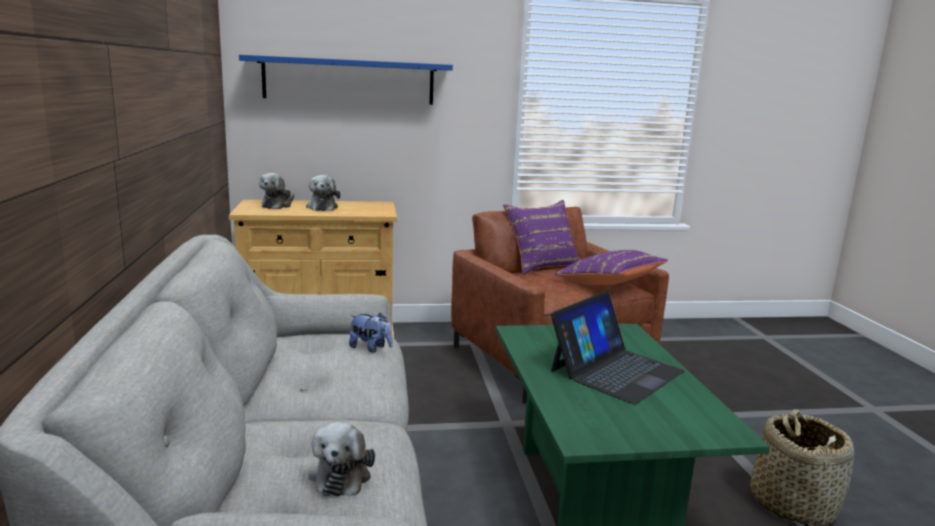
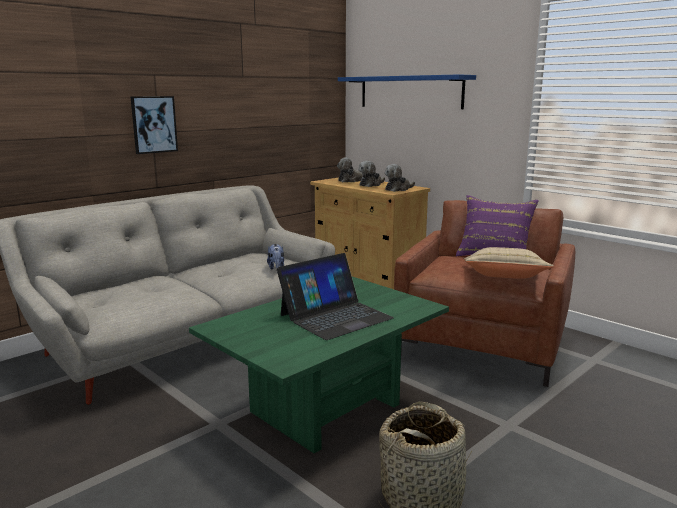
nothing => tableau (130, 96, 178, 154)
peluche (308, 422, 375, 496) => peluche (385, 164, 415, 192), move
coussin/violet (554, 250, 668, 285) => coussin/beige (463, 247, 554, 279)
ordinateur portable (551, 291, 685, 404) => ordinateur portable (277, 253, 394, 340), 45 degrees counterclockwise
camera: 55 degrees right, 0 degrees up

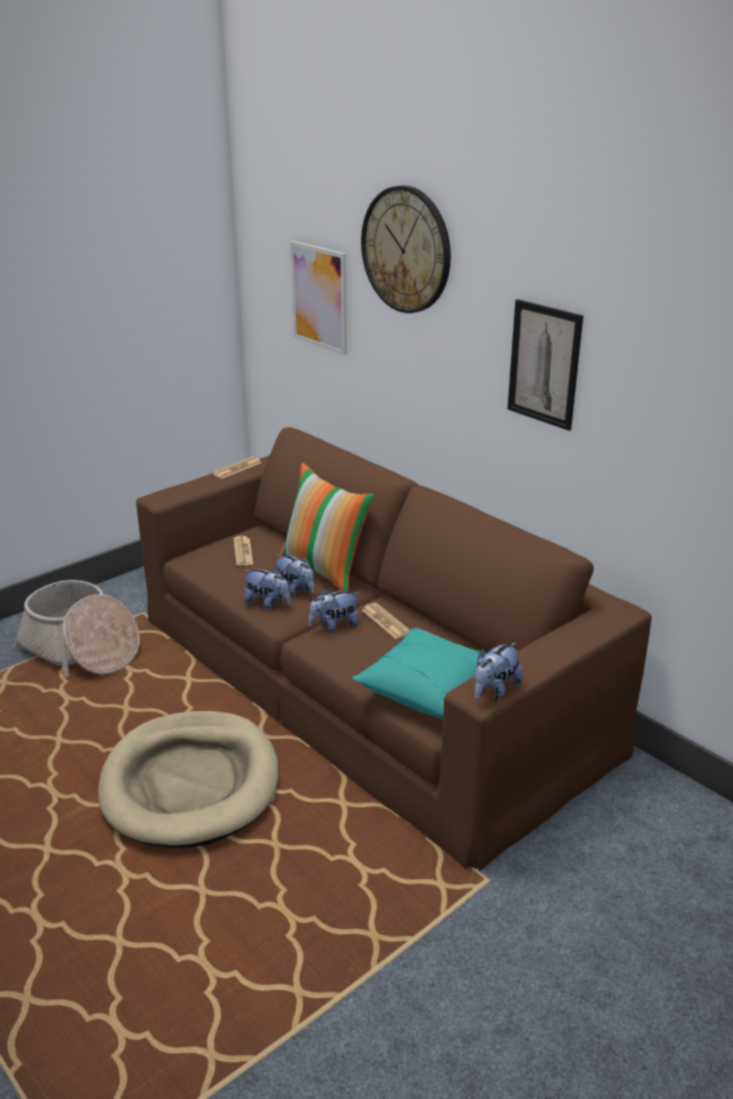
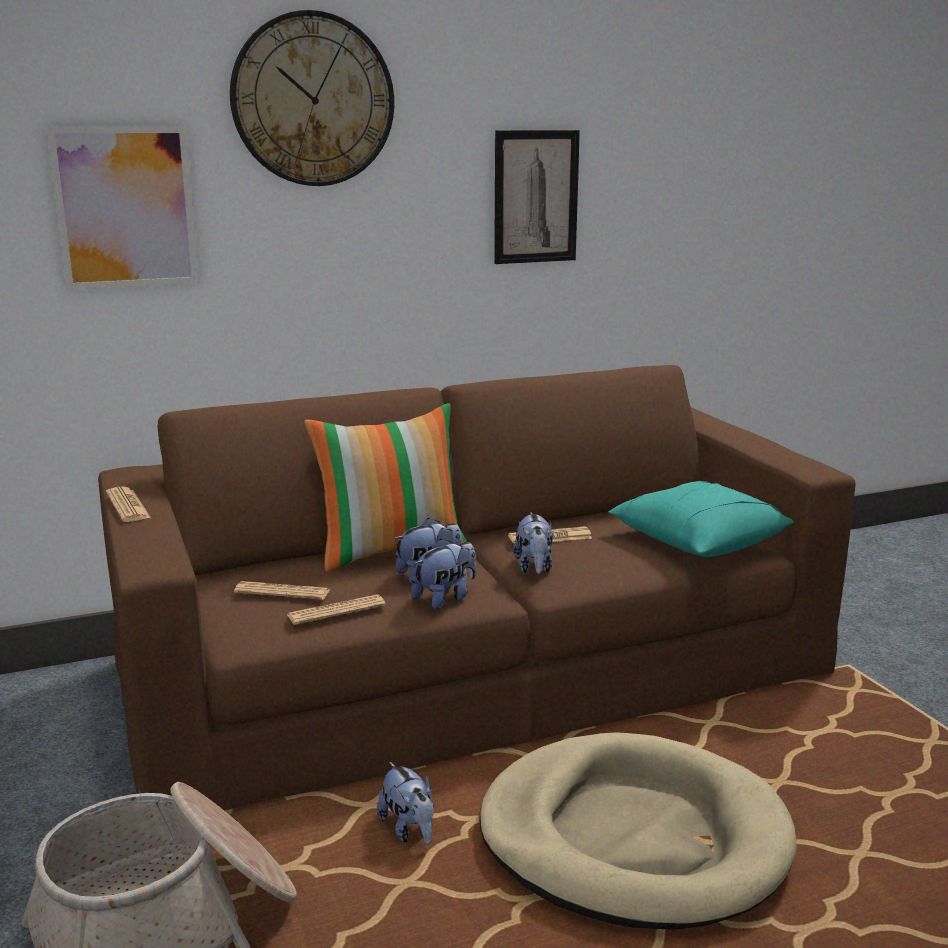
nothing => journal (287, 594, 386, 625)
peluche (475, 642, 523, 701) => peluche (377, 762, 434, 845), move
camera: 70 degrees left, 10 degrees down

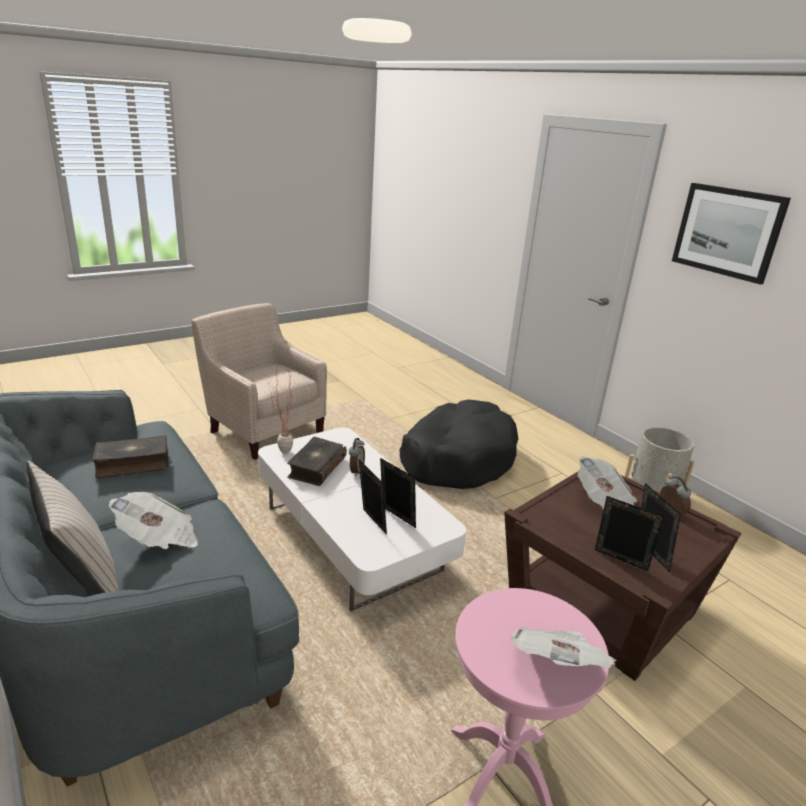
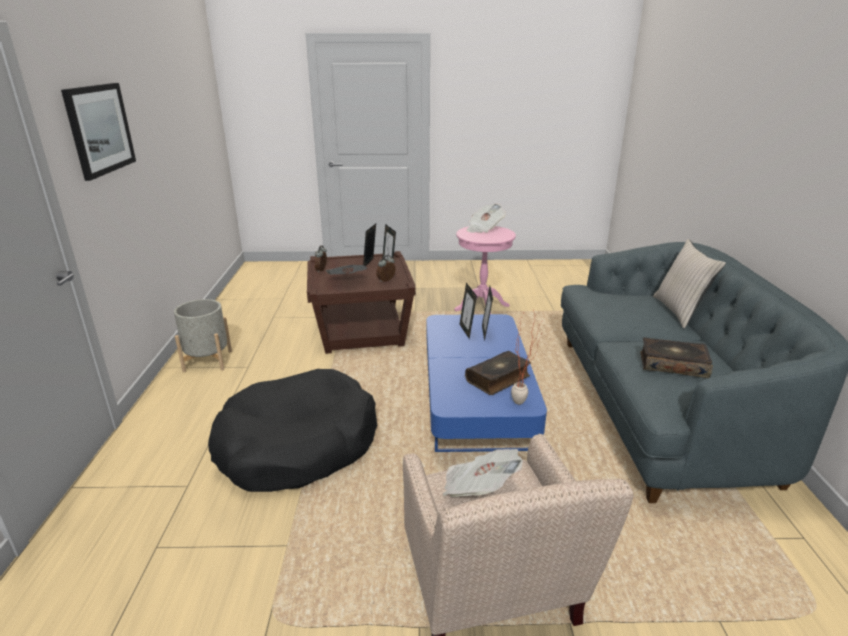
journal (109, 492, 198, 549) => journal (443, 449, 523, 497), move
réveil (349, 438, 365, 476) => réveil (376, 255, 396, 282), move
table basse/blanc (258, 427, 466, 611) => table basse/bleu (427, 314, 547, 452)
camera: 145 degrees left, 0 degrees up

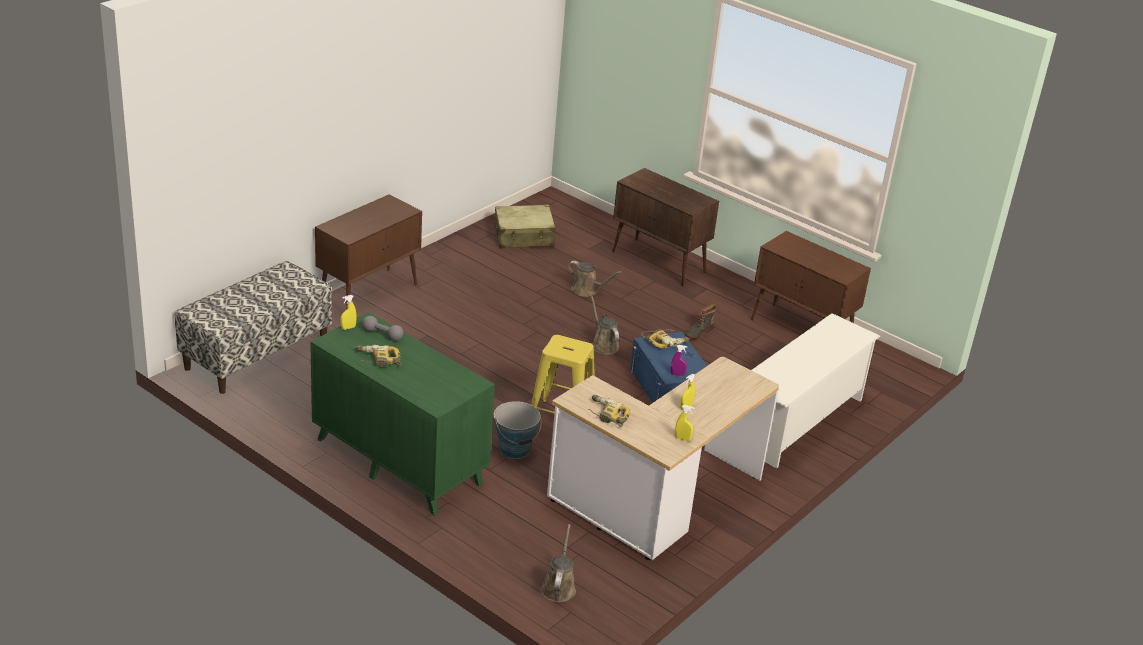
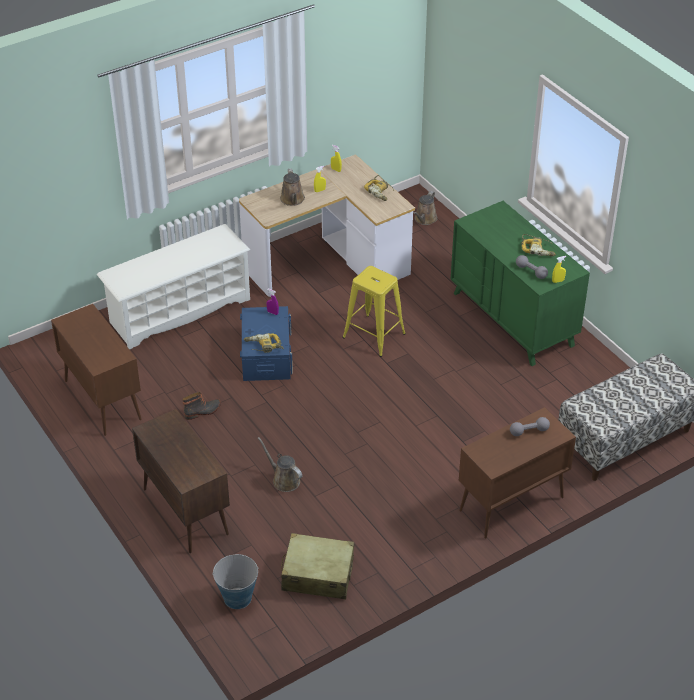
nothing => haltère/gris (510, 417, 550, 436)
seau (494, 401, 541, 459) => seau (212, 554, 259, 609), move
arrosoir/marron (591, 296, 619, 355) => arrosoir/marron (280, 168, 305, 206), move
camera: 160 degrees left, 10 degrees up

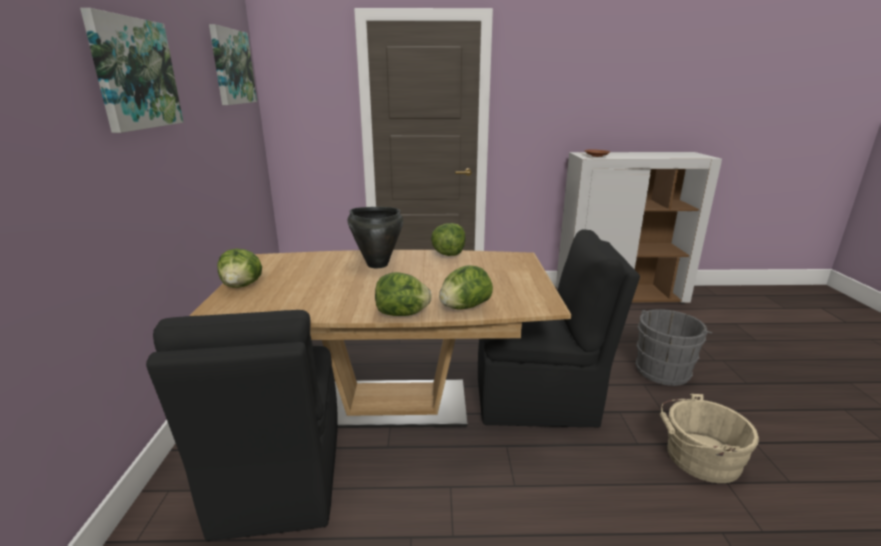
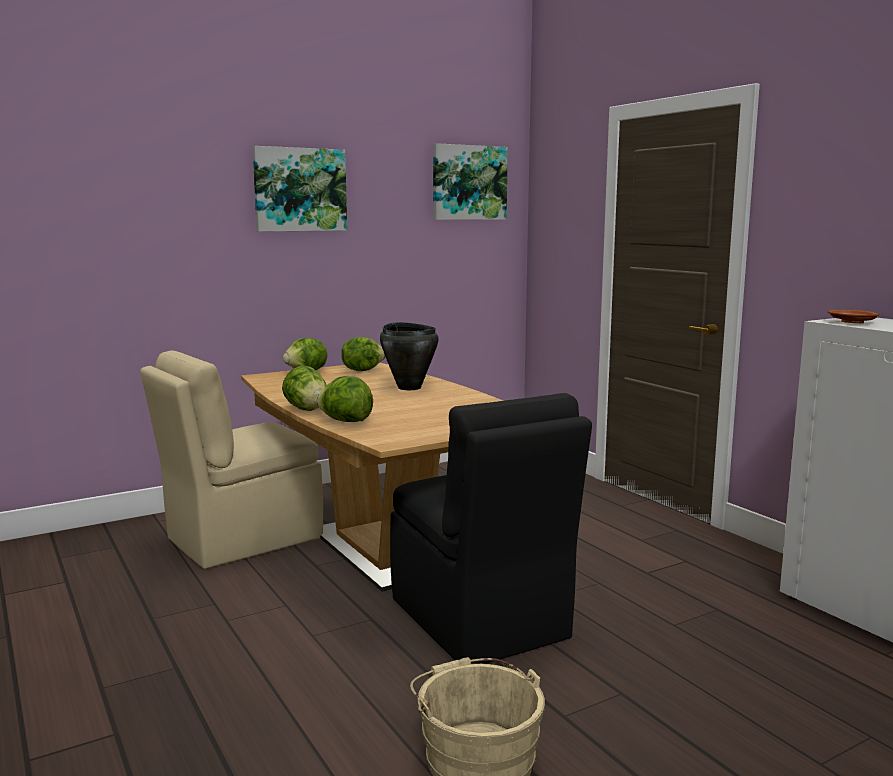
seau/gris (635, 309, 712, 386) => nothing
laitue (431, 223, 466, 256) => laitue (341, 337, 385, 371), move
chaise/noir (146, 310, 338, 541) => chaise/beige (140, 350, 323, 569)
camera: 60 degrees right, 10 degrees down

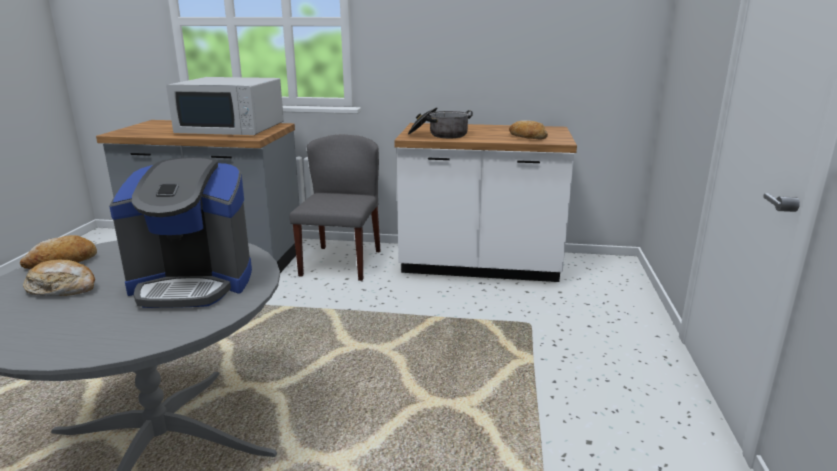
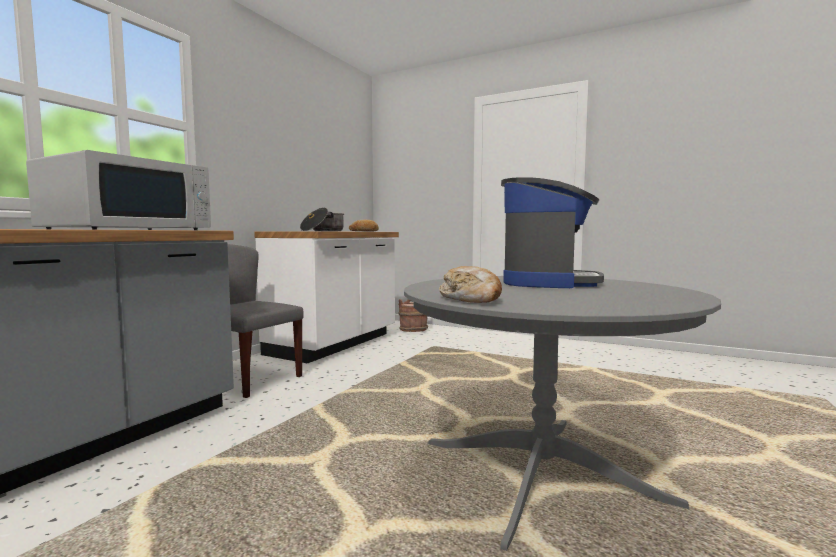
pain (23, 259, 95, 296) => nothing
nothing => seau/marron (398, 299, 428, 332)
camera: 70 degrees left, 15 degrees down

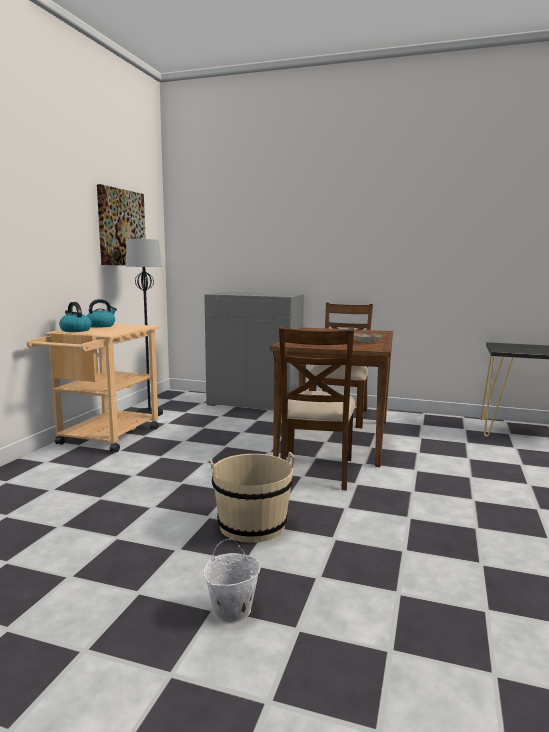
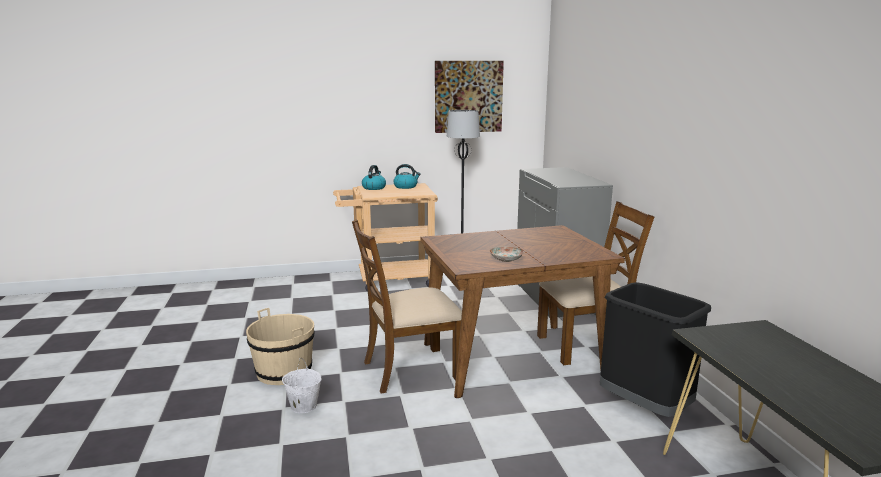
nothing => poubelle/noir (600, 282, 711, 417)
seau/blanc (204, 538, 261, 623) => seau/blanc (282, 358, 321, 413), move
camera: 60 degrees right, 5 degrees up

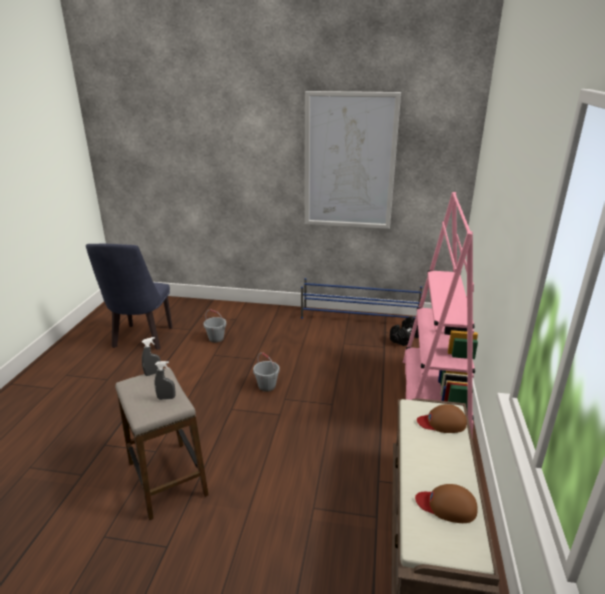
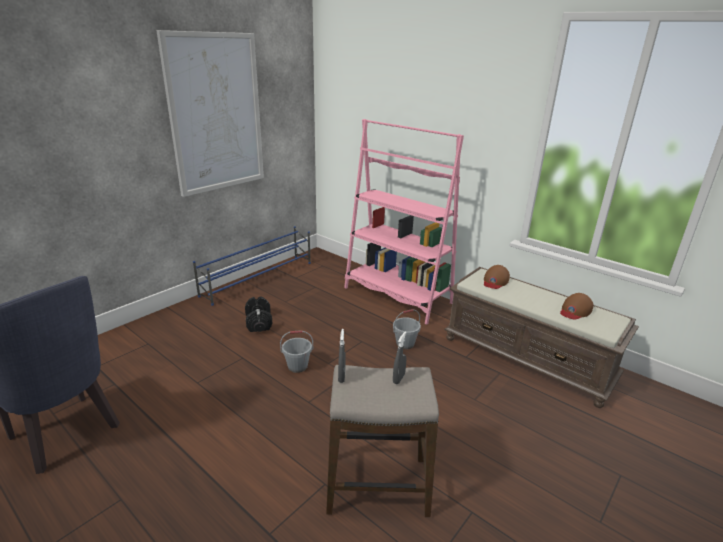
seau/gris (204, 309, 226, 343) => seau/gris (393, 309, 421, 349), move
haltère/noir (390, 316, 419, 346) => haltère/noir (245, 296, 272, 332), move
camera: 60 degrees left, 0 degrees up

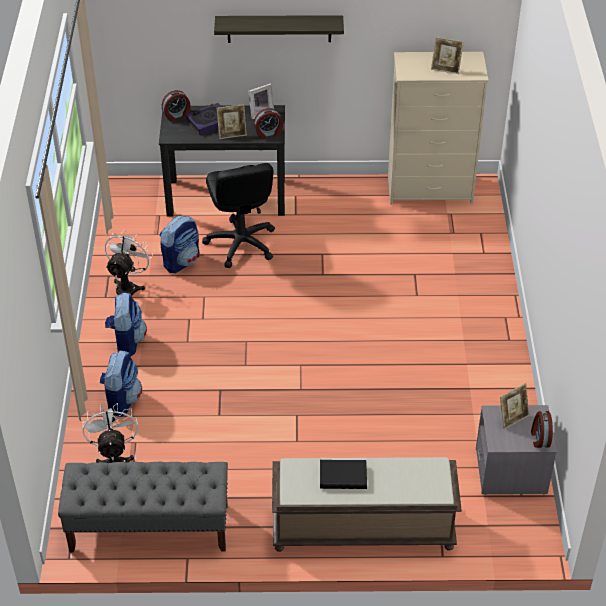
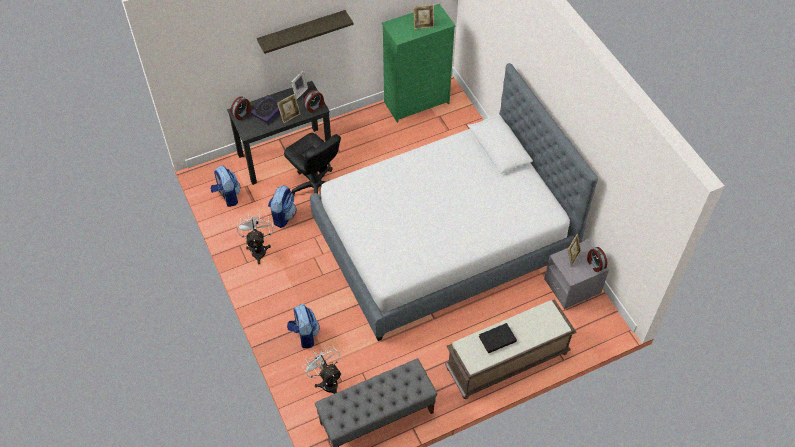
nothing => lit (310, 63, 598, 341)
sac à dos (105, 292, 147, 357) => sac à dos (211, 166, 241, 207), move
commode/beige (388, 52, 489, 205) => commode/vert (382, 4, 456, 123)
camera: 25 degrees left, 10 degrees up

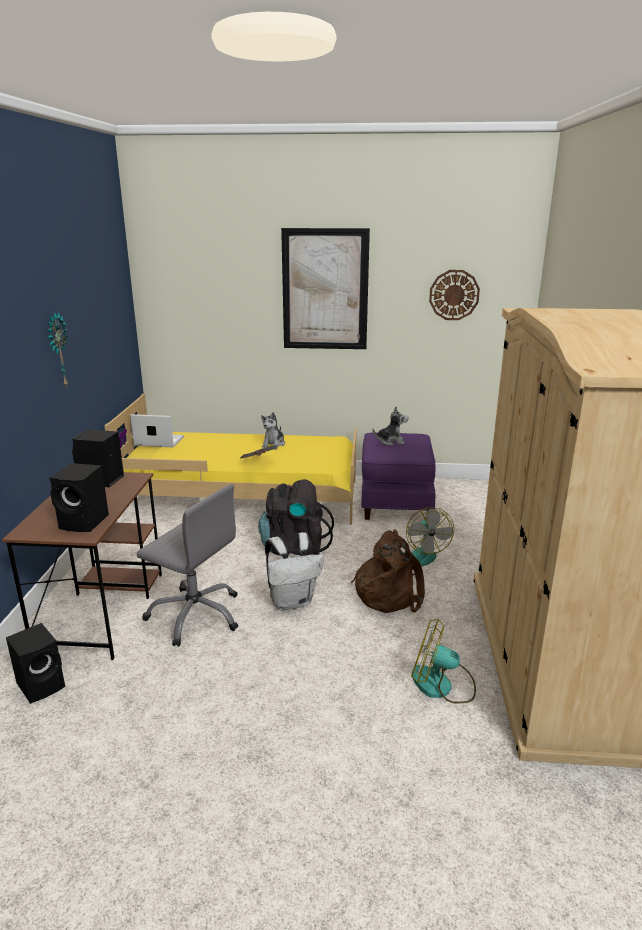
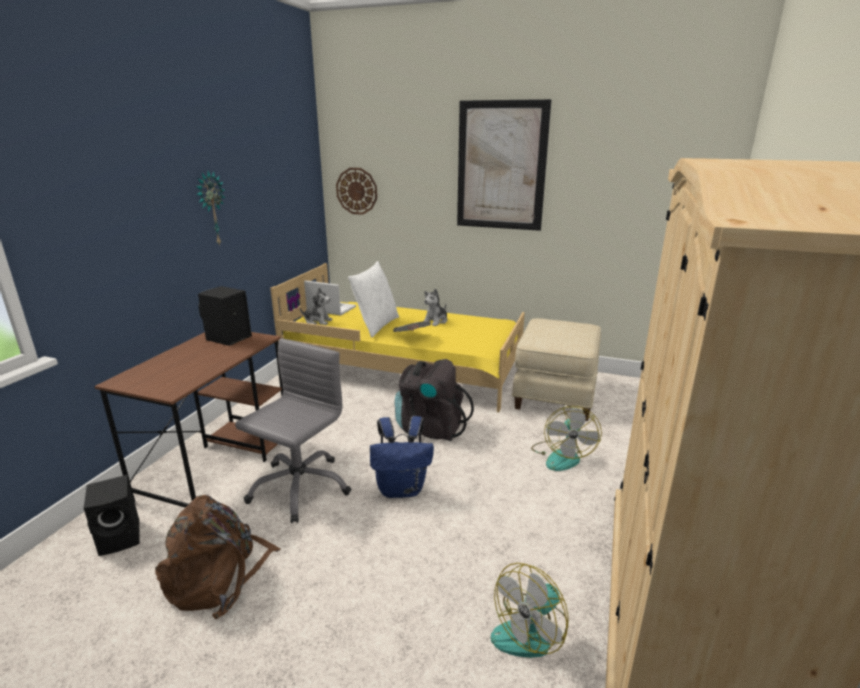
enceinte/noir (50, 463, 109, 532) => nothing
nothing => coussin/blanc (348, 261, 399, 337)
sac à dos/marron (351, 529, 425, 613) => sac à dos/marron (155, 495, 281, 619), move
peluche (372, 407, 409, 446) => peluche (300, 287, 332, 325), move
horloge murale (429, 270, 480, 320) => horloge murale (336, 168, 377, 215), move
sac à dos/blanc (265, 532, 324, 610) => sac à dos/bleu (370, 416, 434, 498)
pouf/violet (361, 432, 436, 520) => pouf/beige (512, 318, 601, 421)
chaise de bureau/gris (137, 484, 238, 647) => chaise de bureau/gris (235, 338, 351, 523), 105 degrees counterclockwise
ventilateur (411, 619, 476, 703) => ventilateur (491, 563, 569, 658), 75 degrees counterclockwise
camera: 15 degrees right, 0 degrees up

